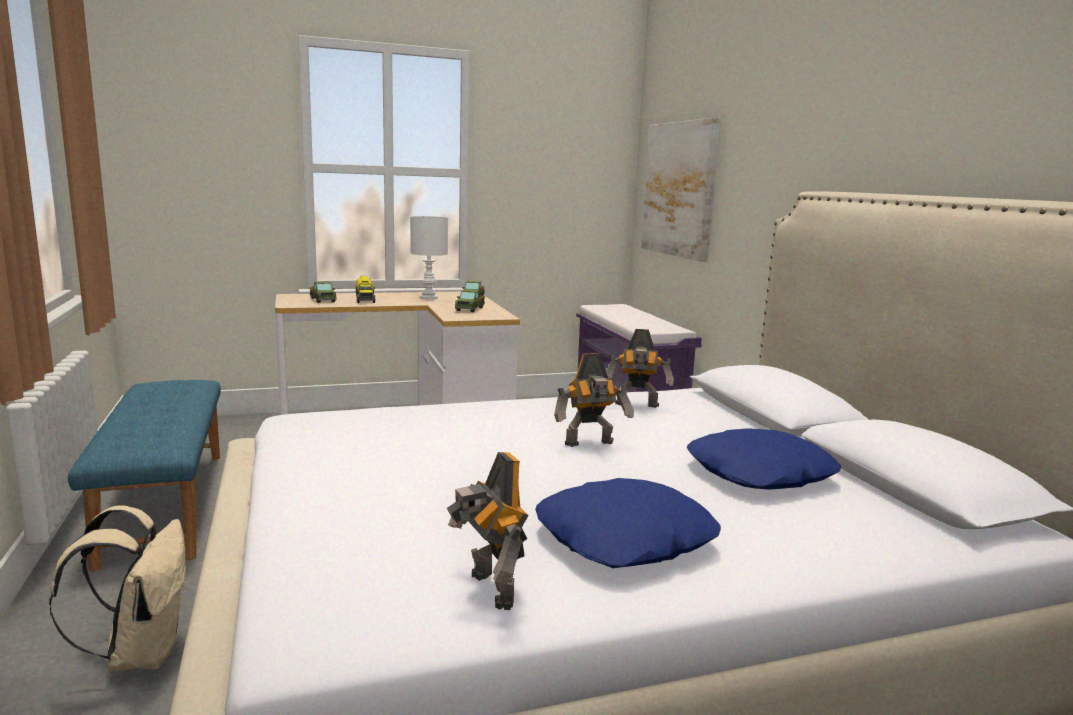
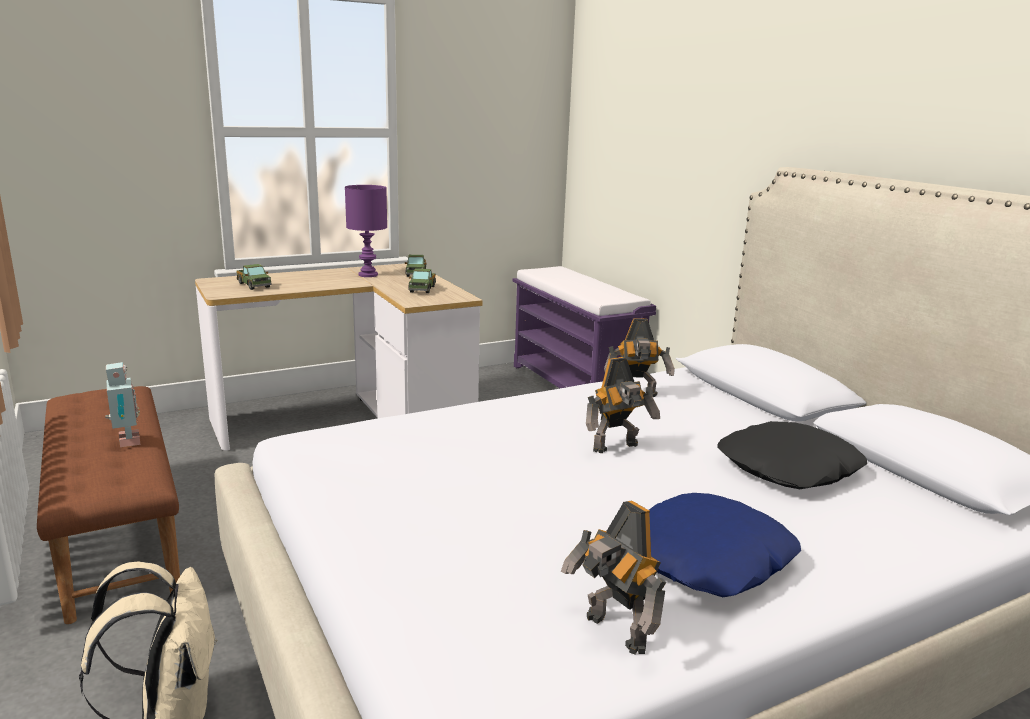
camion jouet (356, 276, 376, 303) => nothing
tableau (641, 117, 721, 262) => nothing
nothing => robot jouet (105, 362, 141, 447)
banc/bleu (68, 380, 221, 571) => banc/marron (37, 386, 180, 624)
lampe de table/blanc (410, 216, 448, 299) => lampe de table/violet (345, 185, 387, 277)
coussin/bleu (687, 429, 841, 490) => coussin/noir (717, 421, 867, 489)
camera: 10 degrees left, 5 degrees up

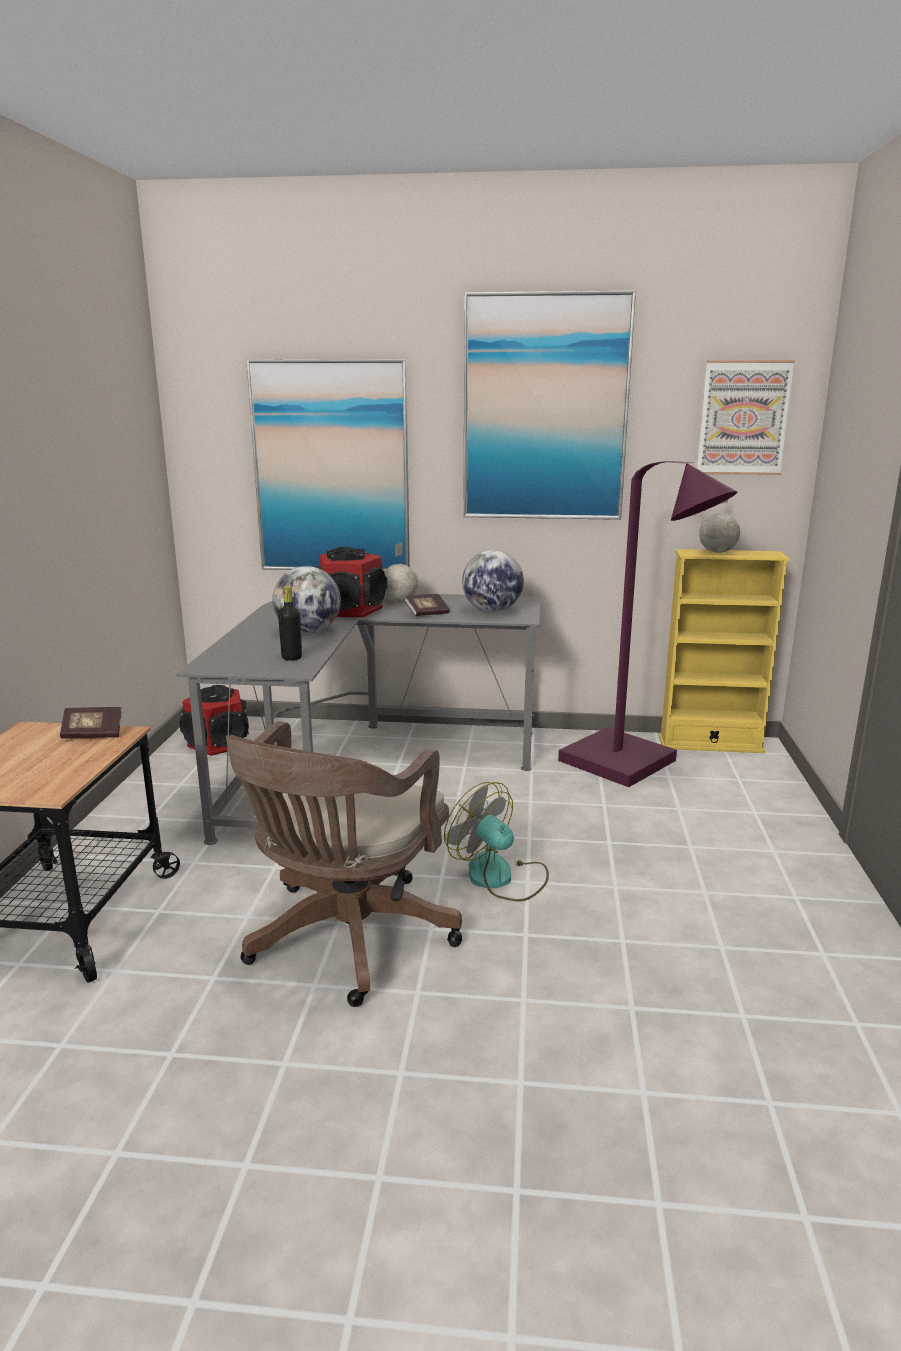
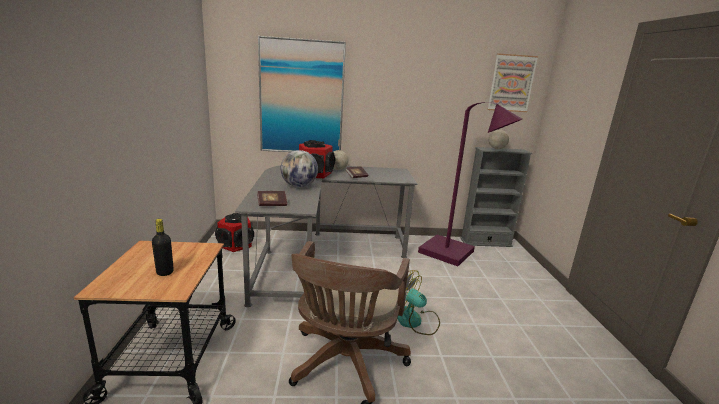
globe (462, 550, 524, 612) => nothing
tableau (463, 290, 636, 520) => nothing
livre (60, 707, 121, 739) => livre (257, 191, 287, 206), move
bouteille/noir (278, 586, 302, 661) => bouteille/noir (152, 219, 174, 276), move
bibliothèque/jaune (659, 549, 790, 753) => bibliothèque/gris (461, 147, 533, 247)
camera: 10 degrees left, 0 degrees up

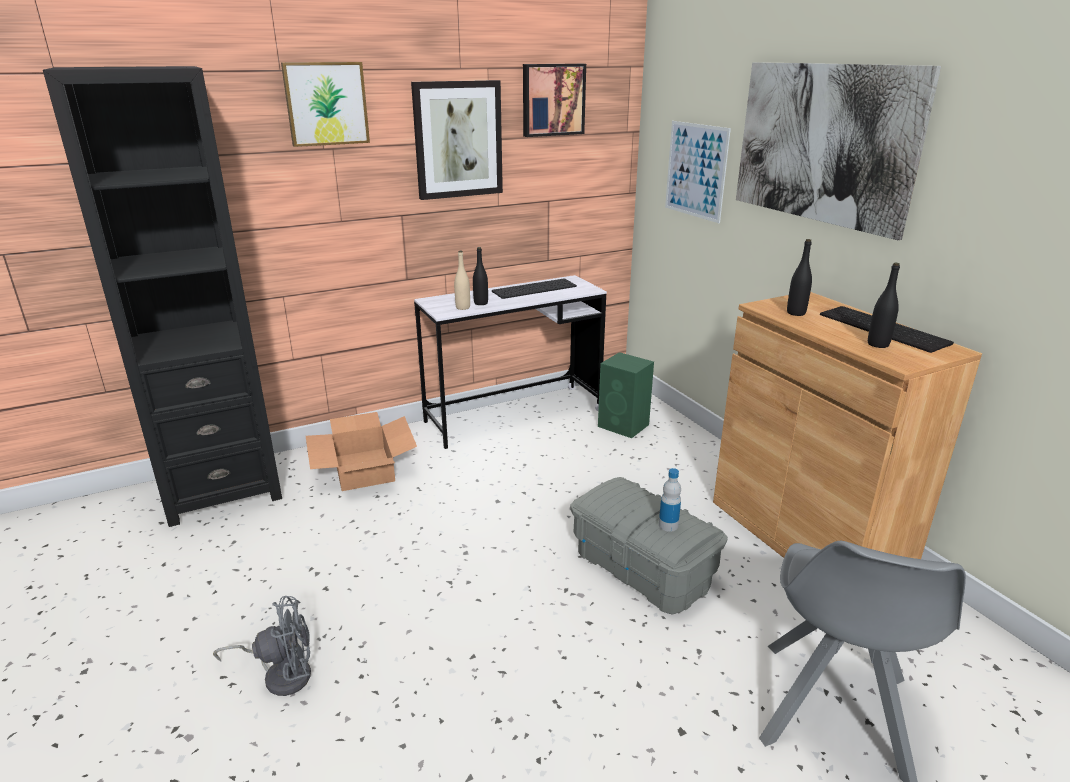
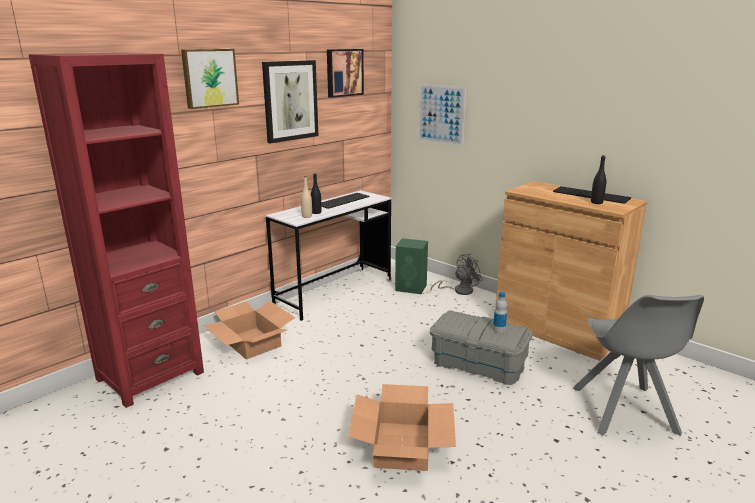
tableau (736, 62, 941, 240) => nothing
bouteille/noir (787, 239, 812, 316) => nothing
nothing => carton (348, 384, 456, 471)
ventilateur/gris (213, 596, 311, 696) => ventilateur/gris (430, 254, 483, 295), move
bibliothèque/noir (43, 66, 282, 527) => bibliothèque/rouge (29, 53, 204, 408)
camera: 20 degrees left, 5 degrees down

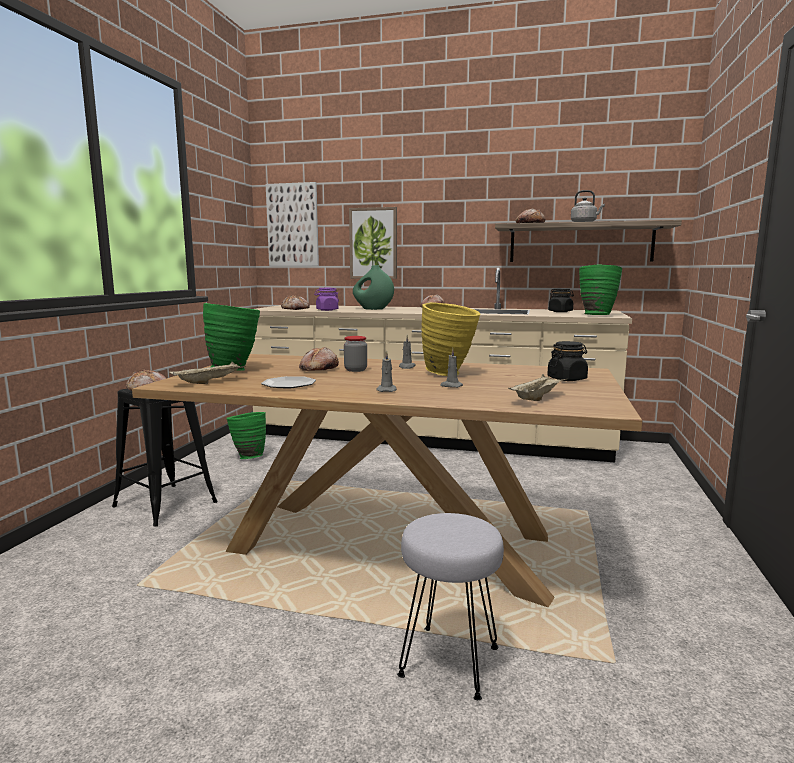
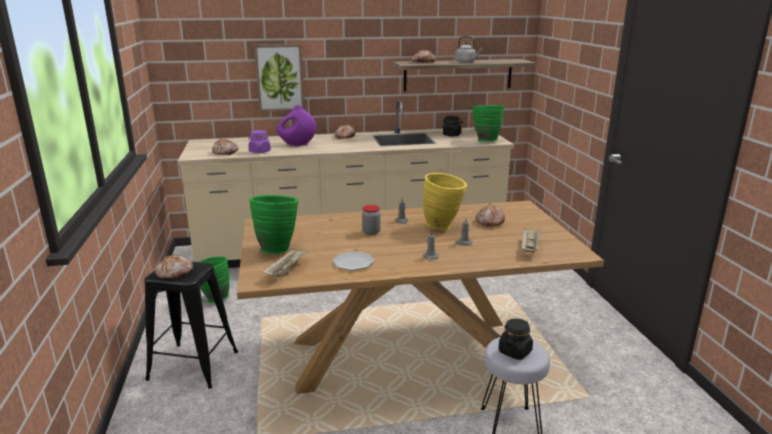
tableau (266, 182, 319, 266) => nothing
pain (299, 347, 339, 371) => pain (476, 204, 505, 227), move
bocal/noir (547, 341, 588, 381) => bocal/noir (498, 319, 533, 360), move
vase/vert (353, 265, 394, 310) => vase/violet (276, 105, 316, 146)
camera: 25 degrees left, 10 degrees up

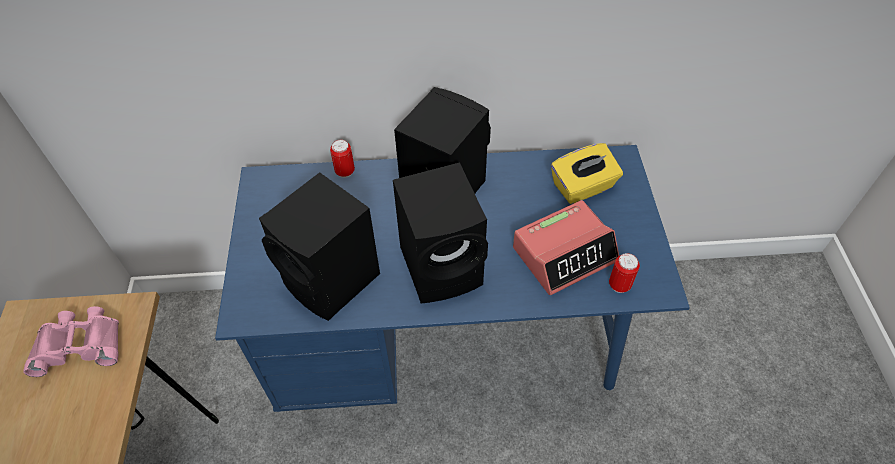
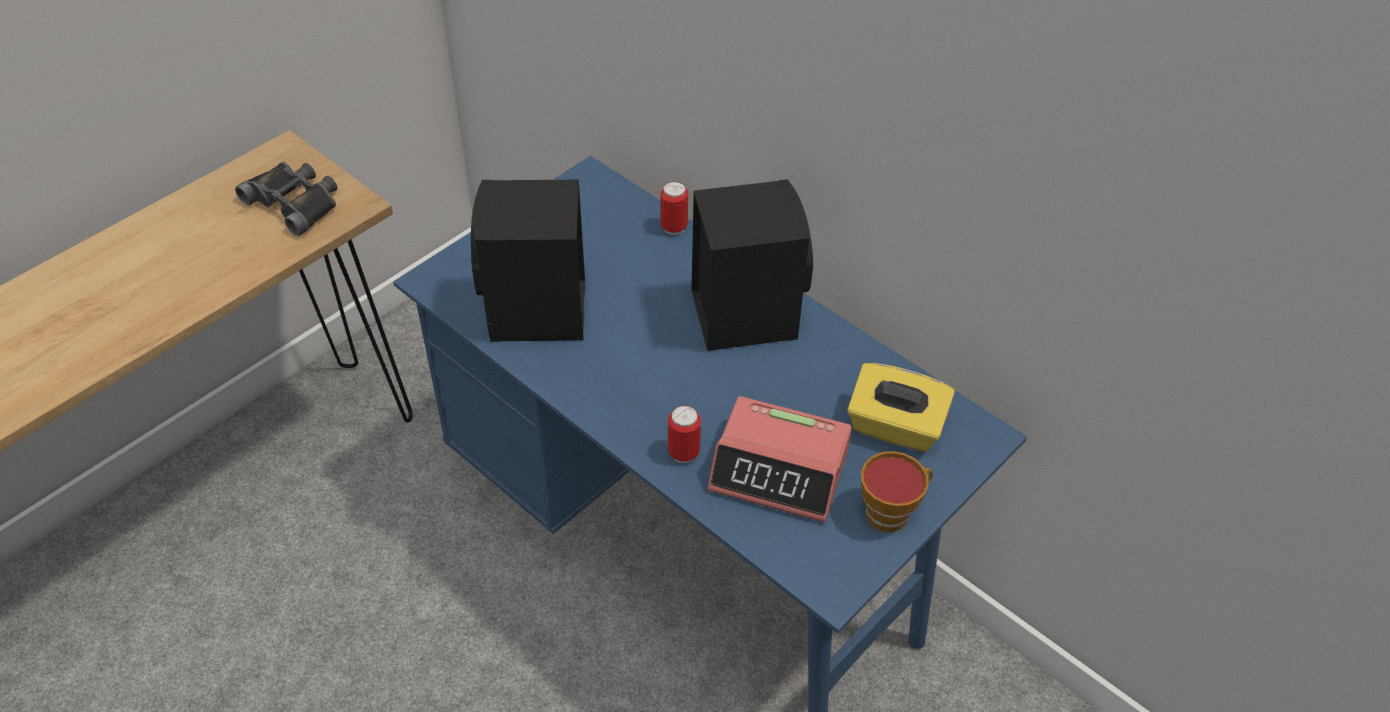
enceinte/noir (393, 162, 488, 303) => nothing
nothing => tasse (861, 451, 933, 532)
boîte métallique (609, 253, 640, 293) => boîte métallique (668, 405, 701, 463), move
jumelles/rose (23, 306, 119, 377) => jumelles/noir (235, 162, 338, 236)
camera: 45 degrees right, 5 degrees down

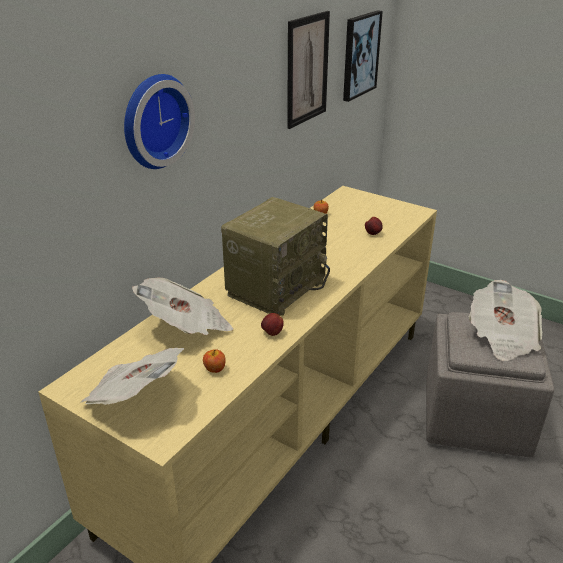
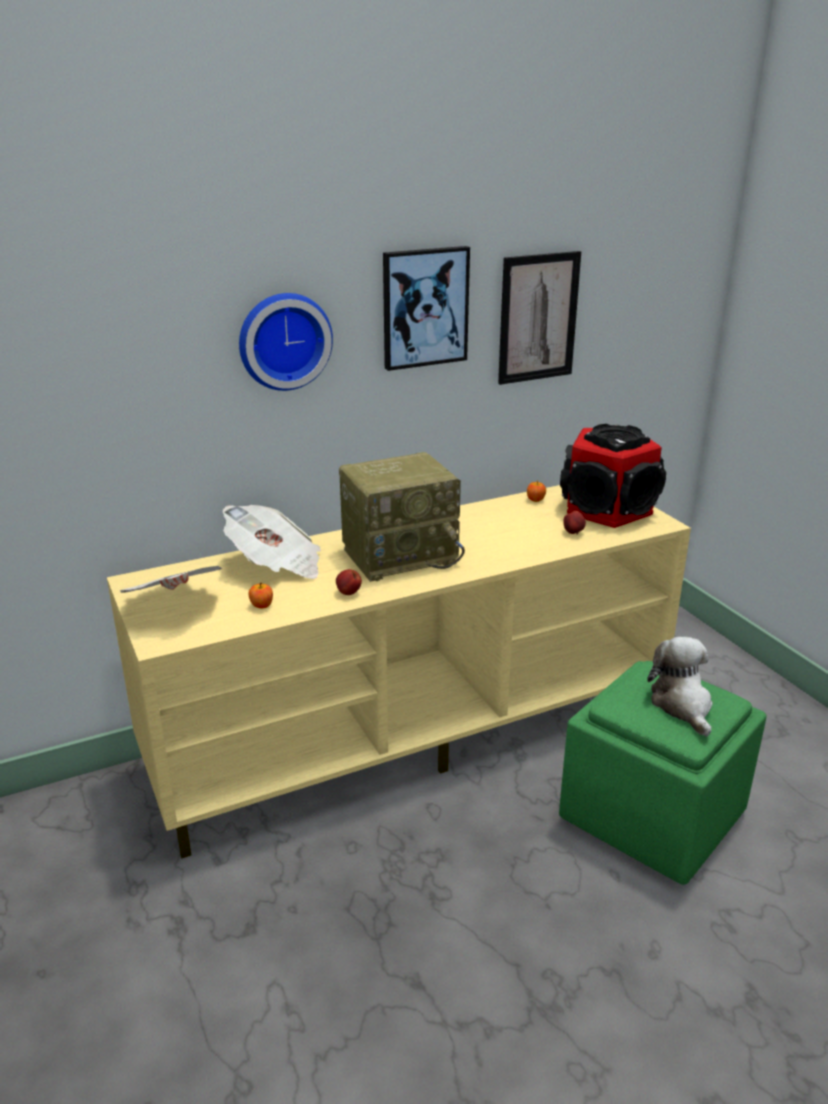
nothing => enceinte (560, 424, 666, 528)
tableau (343, 10, 383, 102) => tableau (383, 246, 470, 371), move
journal (469, 280, 542, 361) => peluche (647, 637, 712, 737)
pouf/gris (426, 312, 554, 457) => pouf/vert (559, 661, 767, 885)
camera: 30 degrees right, 5 degrees down

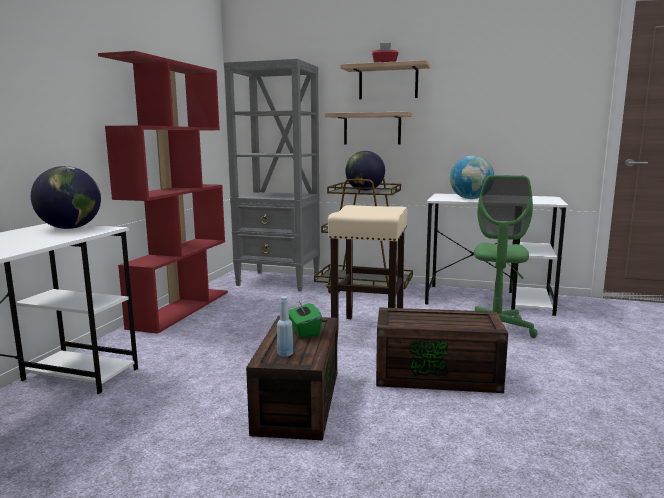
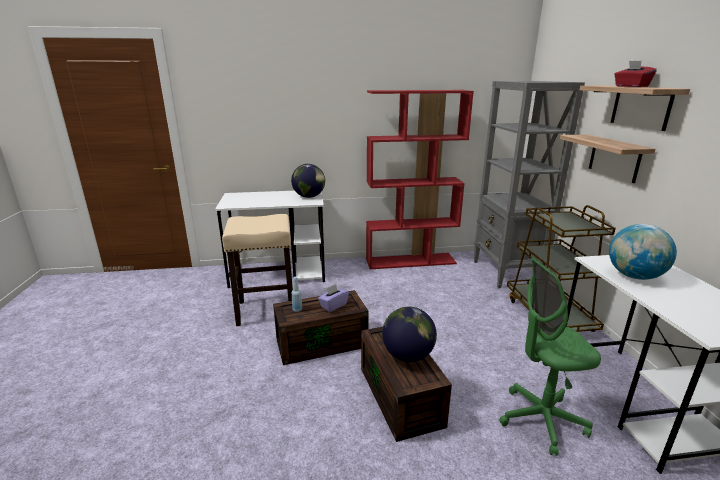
tabouret/beige (328, 205, 408, 341) => tabouret/beige (222, 214, 293, 326), move
globe (345, 151, 385, 191) => globe (382, 307, 437, 362), move
boîte à mouchoirs/vert (288, 301, 322, 338) => boîte à mouchoirs/violet (318, 284, 349, 312)
camera: 65 degrees right, 10 degrees up

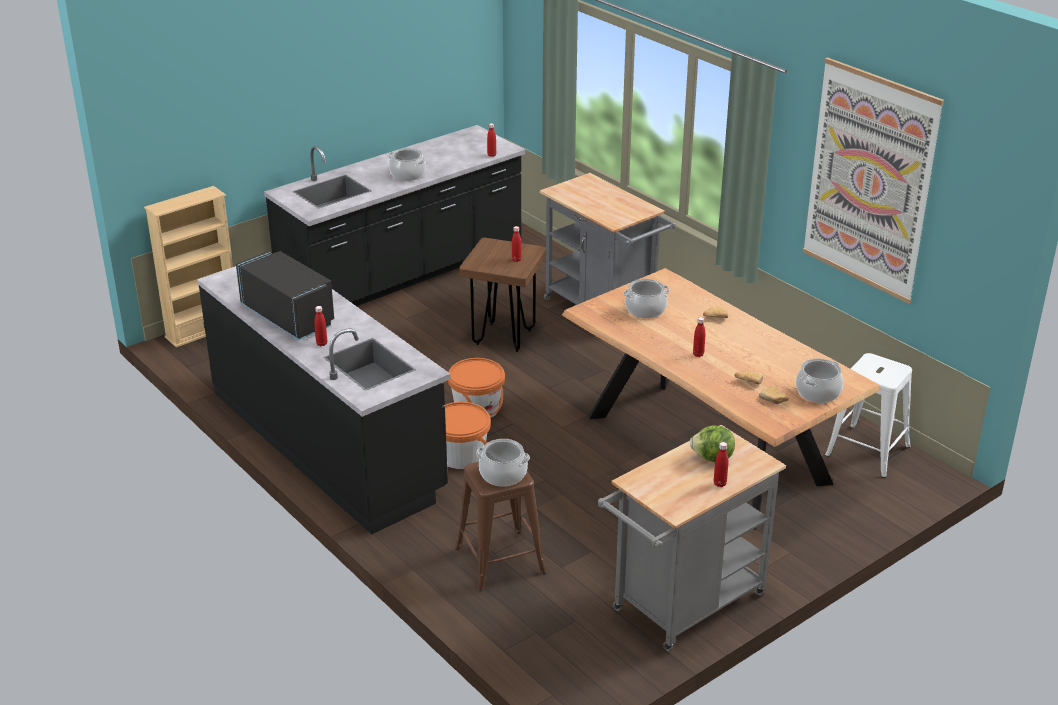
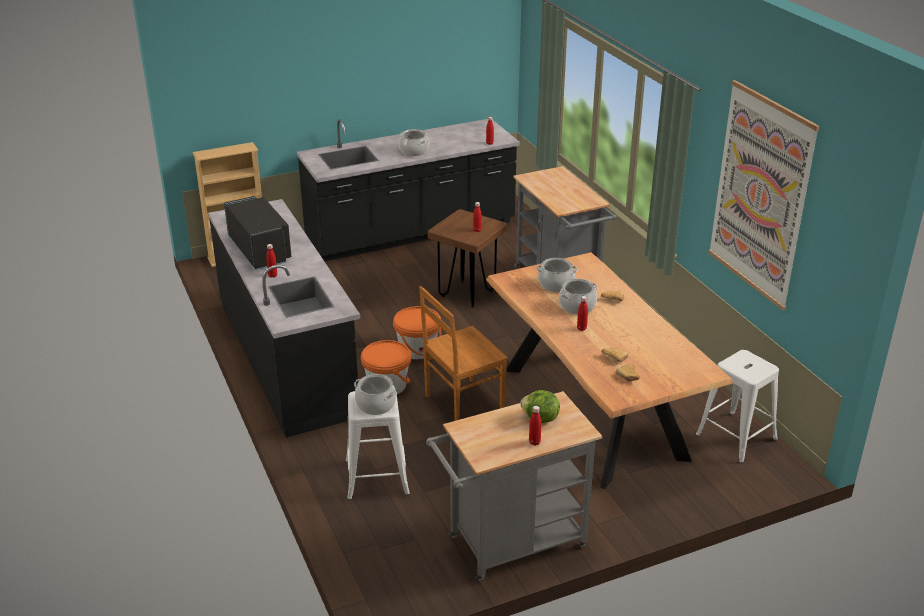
nothing => chaise/marron (419, 286, 508, 421)
marmite (796, 358, 843, 403) => marmite (559, 279, 597, 314), move
tabouret/marron (455, 462, 546, 592) => tabouret/blanc (346, 391, 410, 500)
camera: 15 degrees right, 0 degrees up

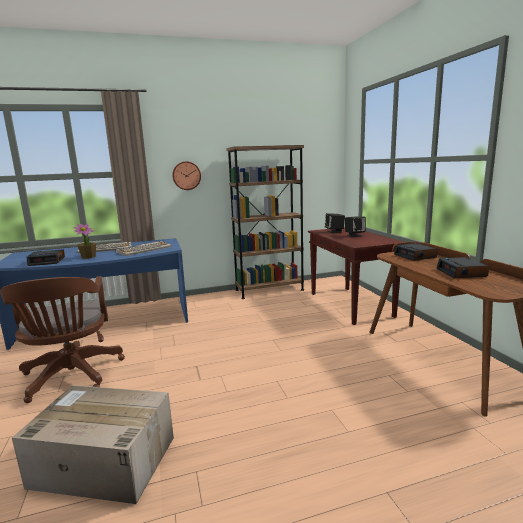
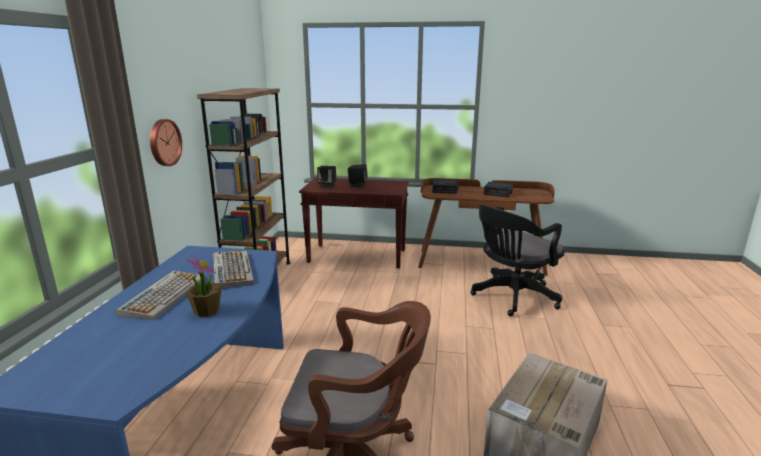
réveil (27, 249, 65, 266) => nothing
nothing => chaise de bureau/noir (470, 204, 564, 316)
camera: 65 degrees left, 5 degrees up

